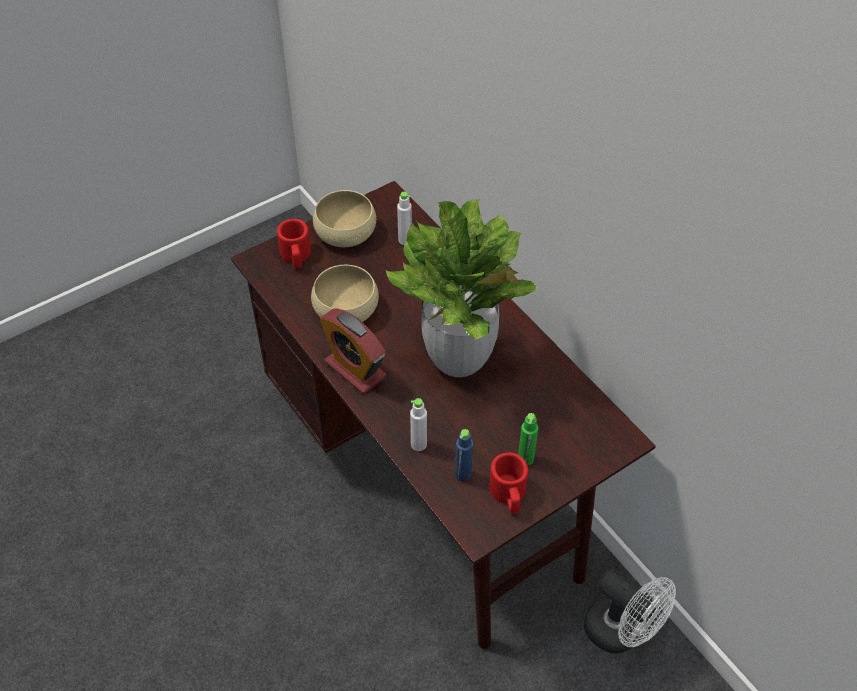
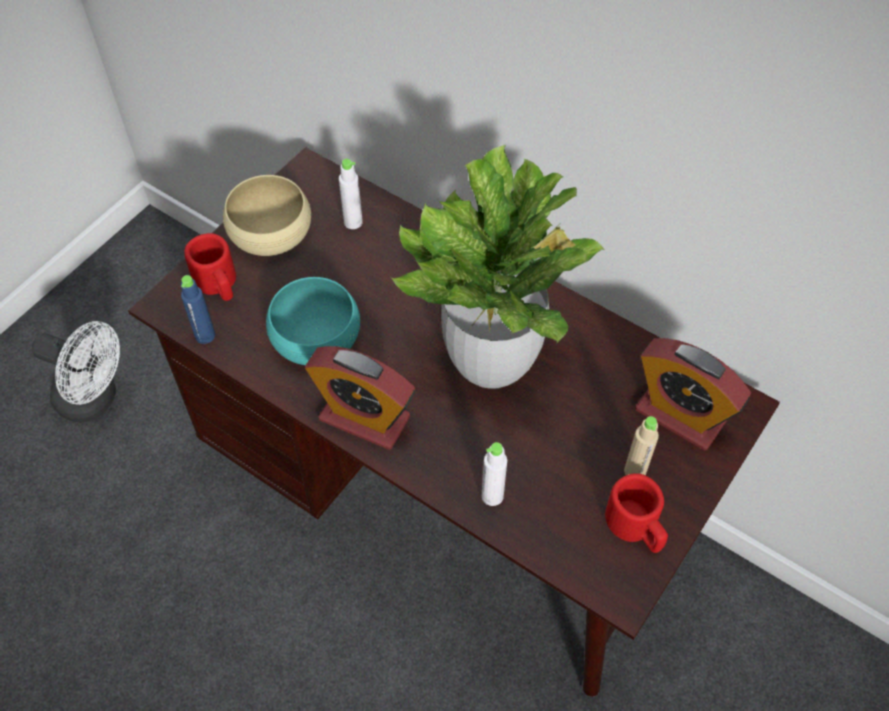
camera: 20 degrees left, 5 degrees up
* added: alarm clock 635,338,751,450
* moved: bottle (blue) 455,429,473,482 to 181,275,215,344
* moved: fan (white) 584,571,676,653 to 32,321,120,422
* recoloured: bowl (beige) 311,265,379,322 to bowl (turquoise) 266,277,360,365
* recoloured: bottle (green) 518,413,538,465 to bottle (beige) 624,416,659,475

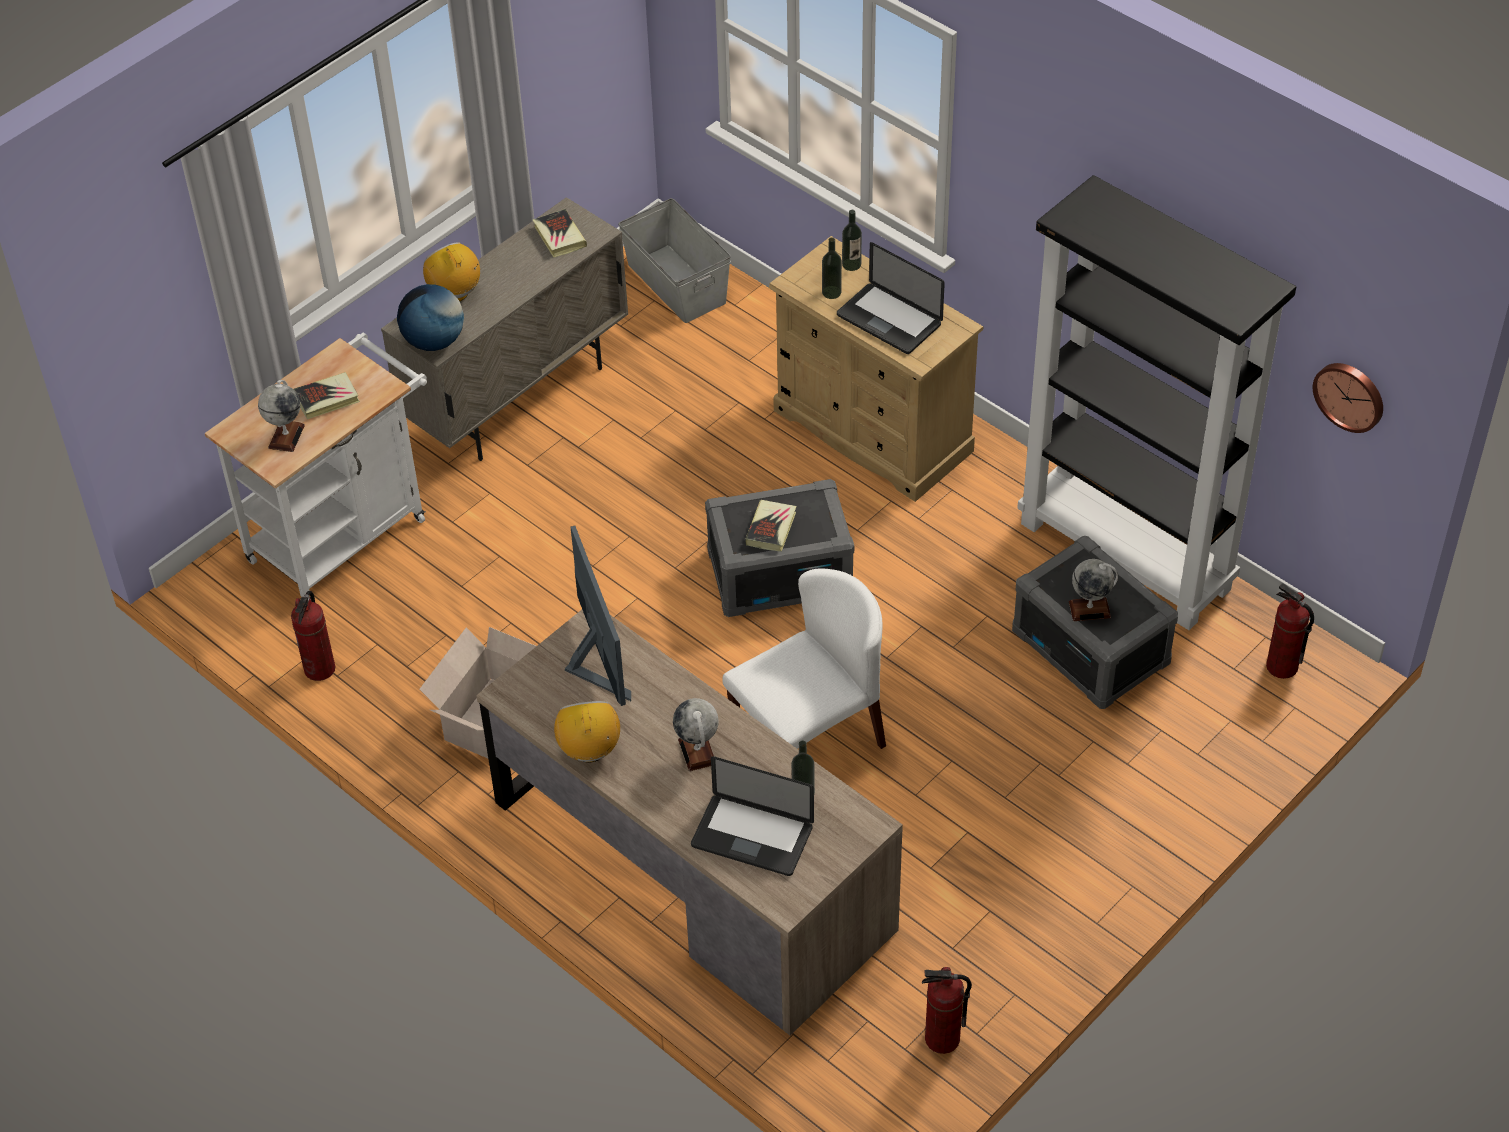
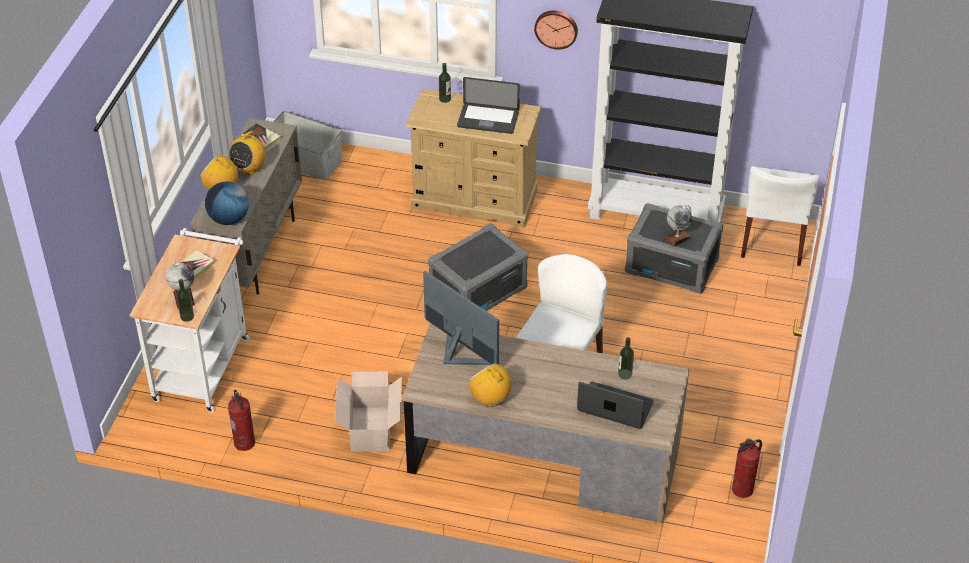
camera: 30 degrees left, 5 degrees down
* removed: globe 673,698,719,771
* removed: book 746,500,796,552
* added: radio 229,131,266,175
* moved: bottle 822,238,842,299 to 177,279,194,322
* moved: wall clock 1313,363,1383,433 to 534,10,578,50
* replaced: fire extinguisher 1266,583,1314,679 to chair (white) 741,166,820,266
* turned: laptop 691,756,814,876 = 577,381,654,429 150 degrees counterclockwise

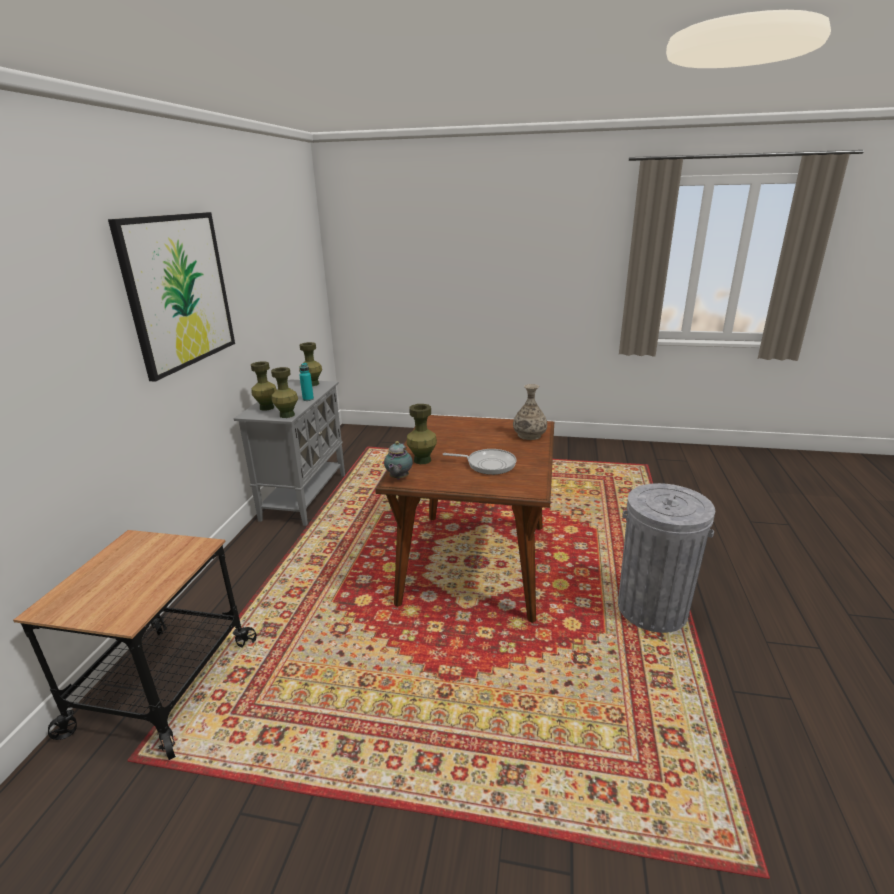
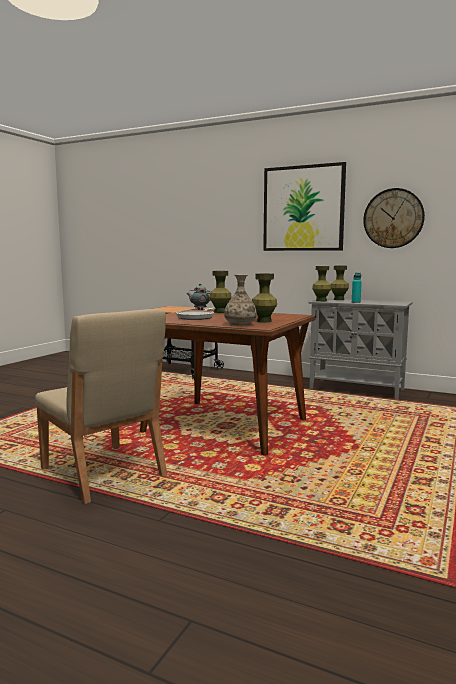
camera: 105 degrees right, 15 degrees down
* added: wall clock 363,188,425,248
* moved: vase (green) 299,342,322,386 to 252,273,277,323
* replaced: trash can (grey) 618,483,715,633 to chair (beige) 35,309,167,504

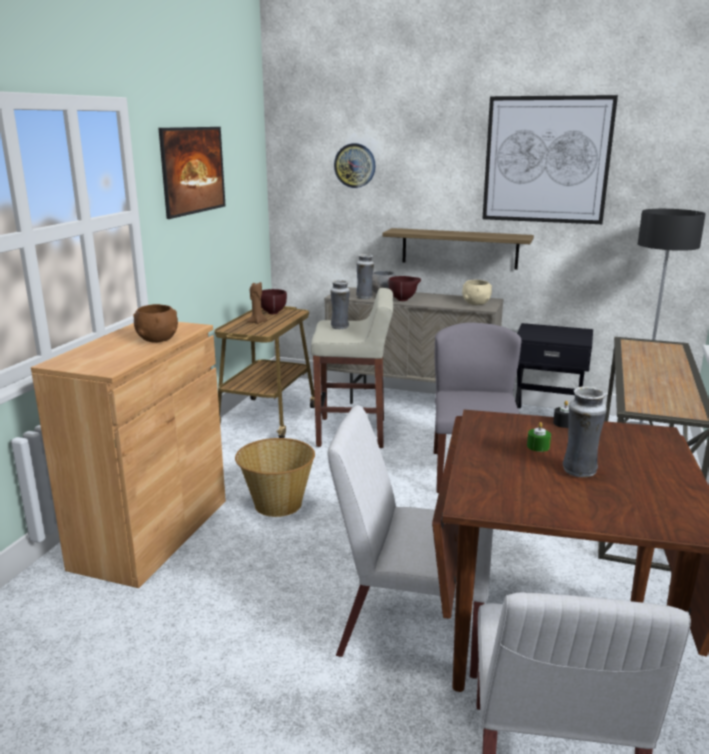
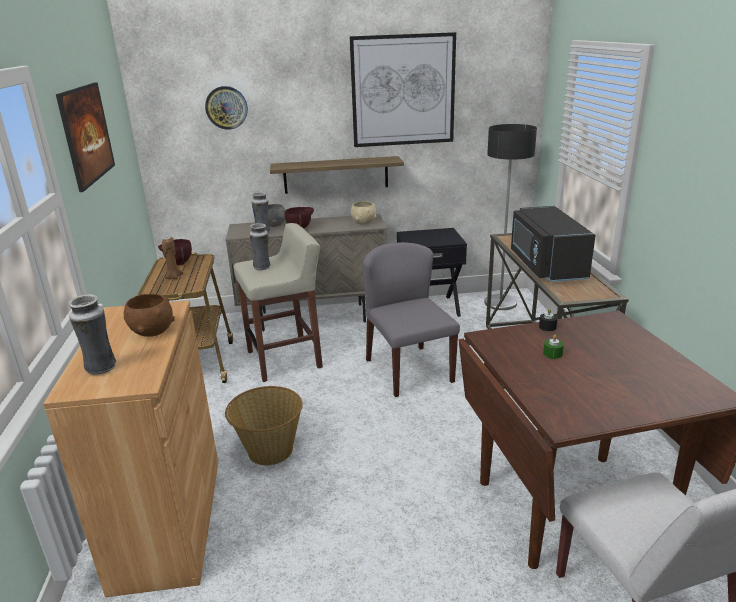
camera: 25 degrees left, 5 degrees up
* removed: chair (white) 328,405,493,679
* added: microwave (black) 511,206,596,282
* moved: vase 563,386,607,477 to 69,294,116,375

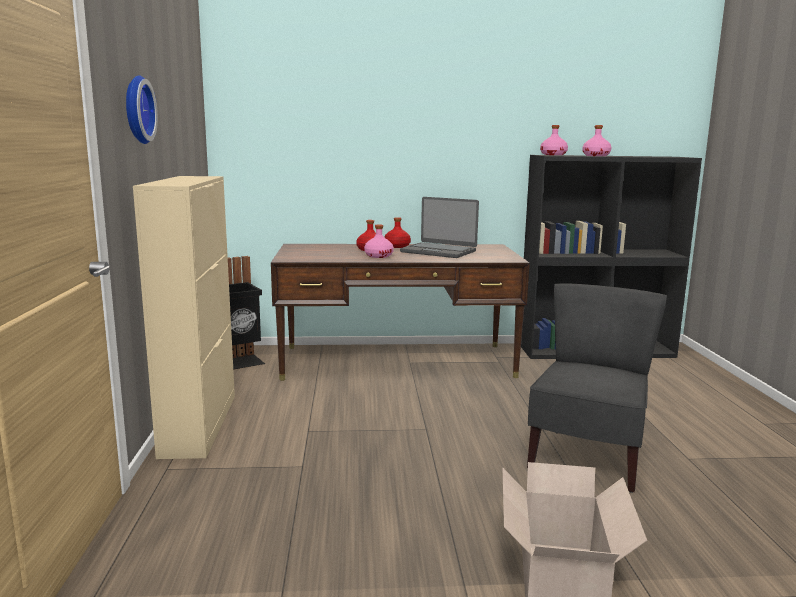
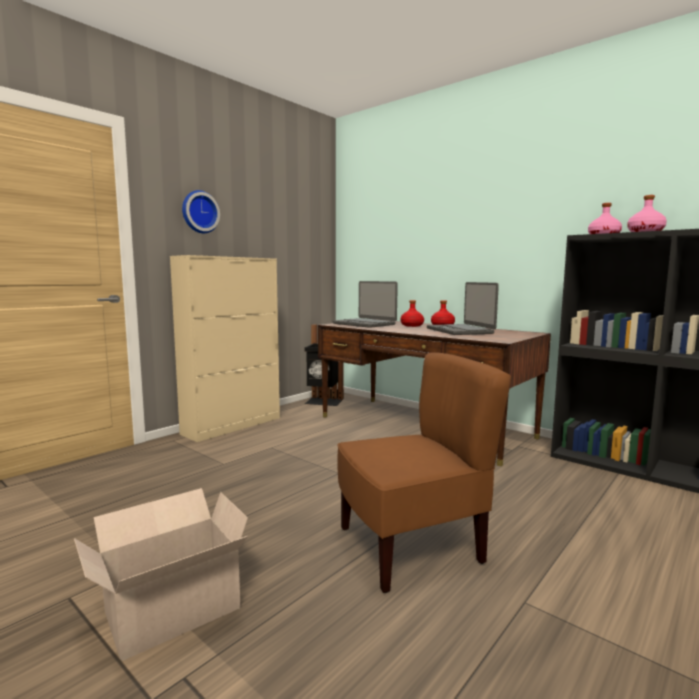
camera: 45 degrees right, 5 degrees down
* removed: bottle (pink) 364,224,394,258
* added: laptop 333,281,398,328
* recoloured: chair (grey) 527,284,667,493 to chair (brown) 337,352,511,593

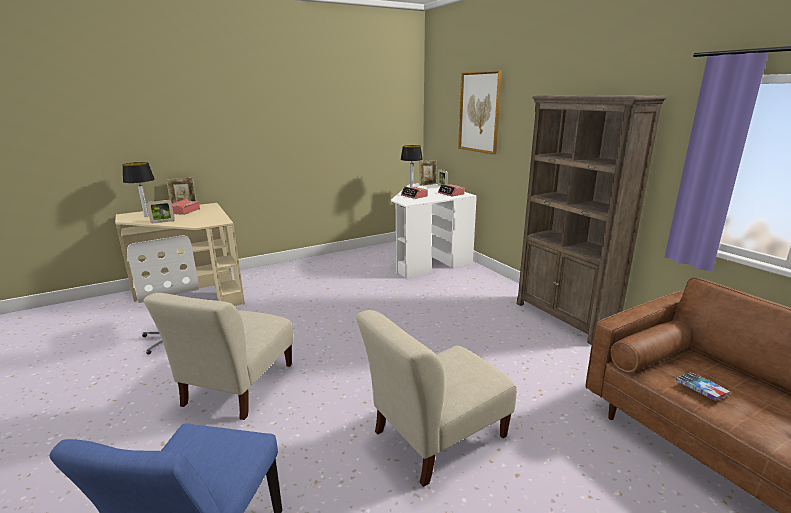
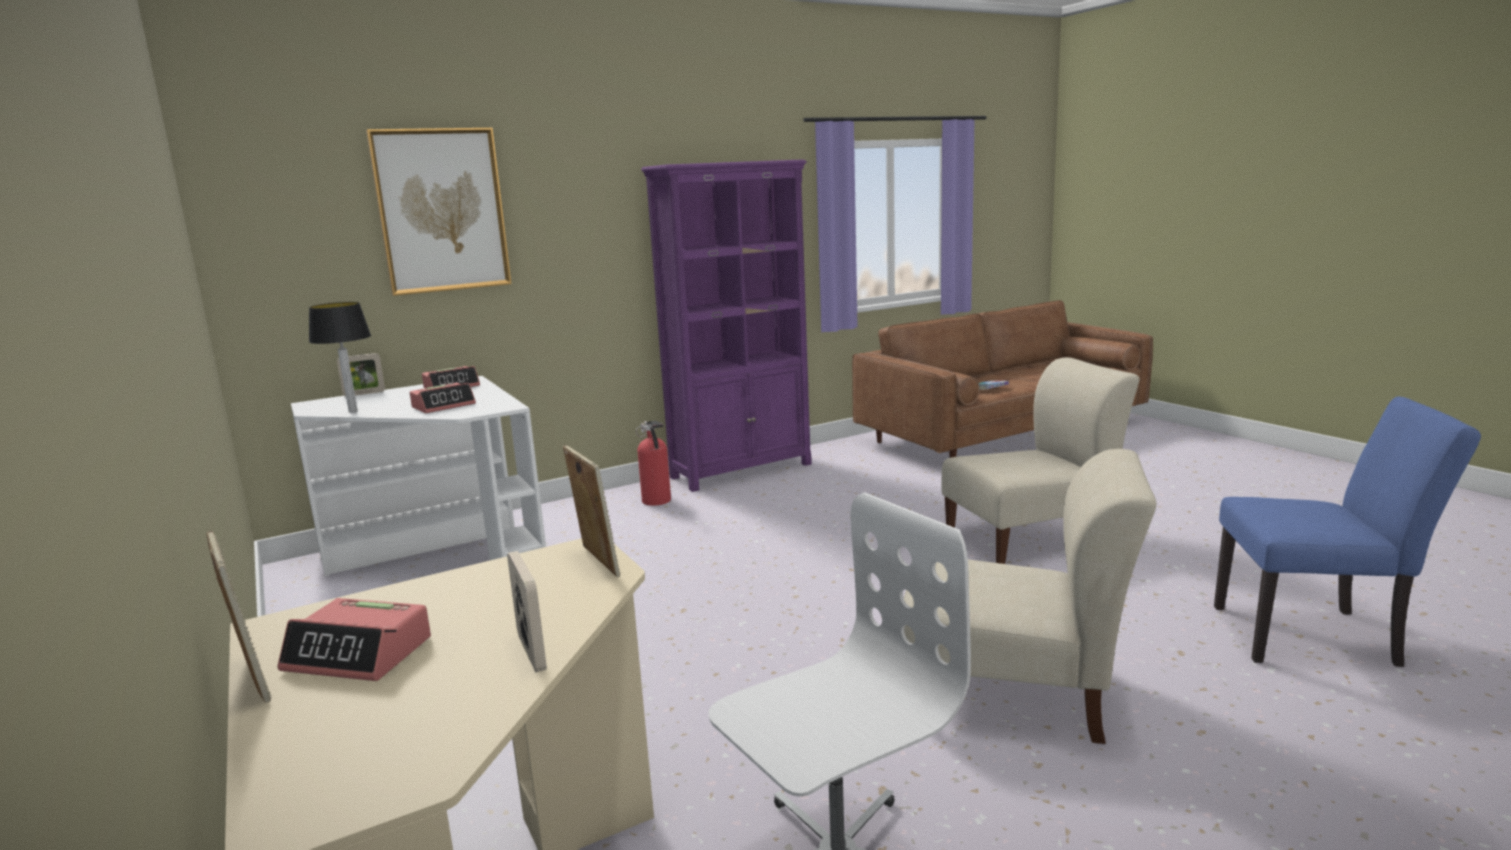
camera: 90 degrees left, 5 degrees down
* removed: table lamp 123,162,155,217
* added: fire extinguisher 636,421,671,506
* moved: picture frame 419,160,437,186 to 563,445,621,577
* recoloured: bookcase (brown) 517,95,667,345 to bookcase (purple) 641,159,812,492
* turned: chair (beige) 356,310,517,487 = 942,357,1140,564 75 degrees counterclockwise

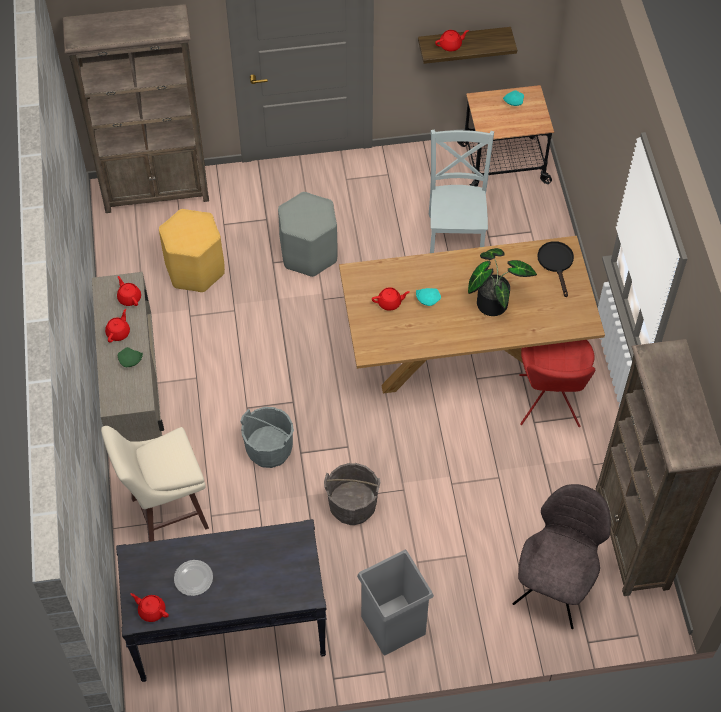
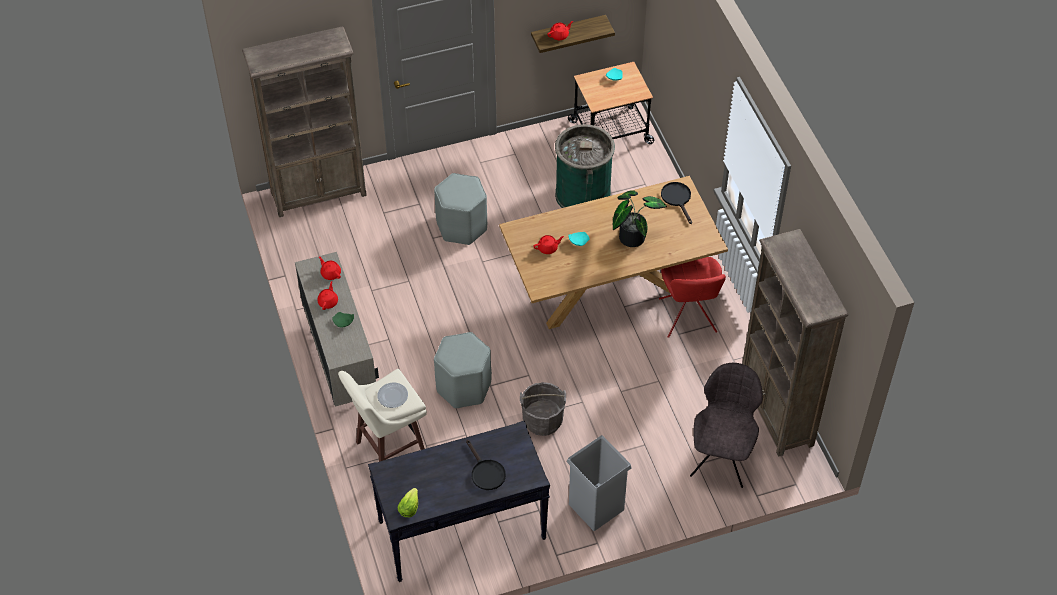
camera: 10 degrees left, 5 degrees down
* removed: stool (yellow) 159,209,225,292
* added: frying pan (black) 466,439,506,490
* moved: plate 174,560,213,596 to 377,382,408,408
* replaced: teapot (red) 131,593,169,622 to lettuce 398,488,418,517
* replaced: bucket (grey) 240,407,294,468 to stool (grey) 434,332,492,408
* replaced: chair (grey) 429,130,494,253 to trash can (green) 555,124,615,208

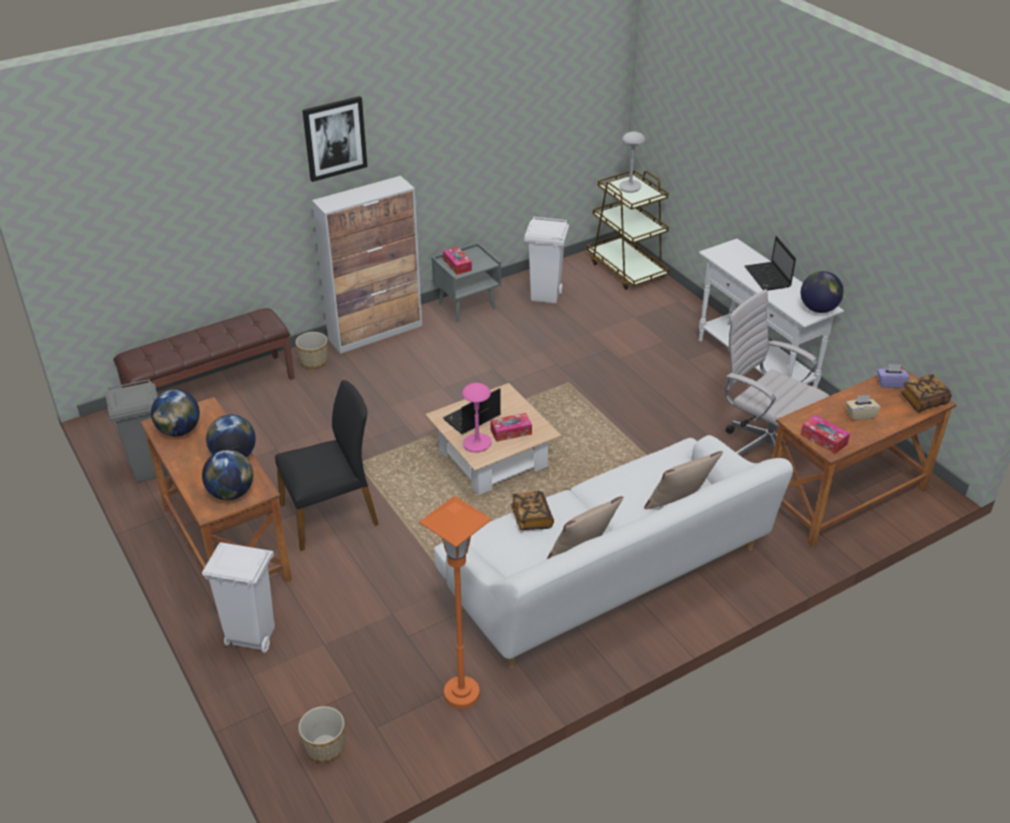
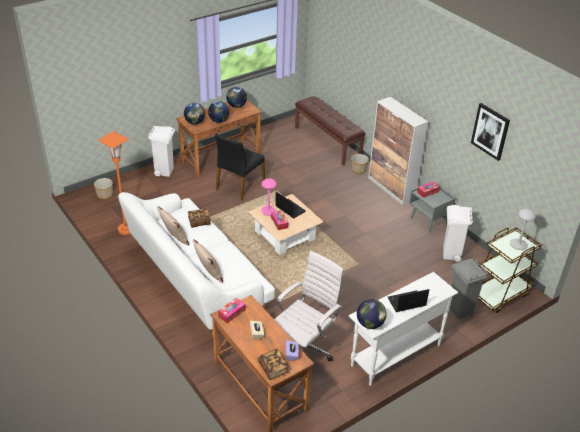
camera: 85 degrees right, 0 degrees up
* moved: trash can (grey) 105,379,168,483 to 450,258,488,319
* moved: picture 302,96,367,182 to 471,103,510,161
* turned: chair (black) 275,380,379,551 = 215,133,265,201 60 degrees clockwise

